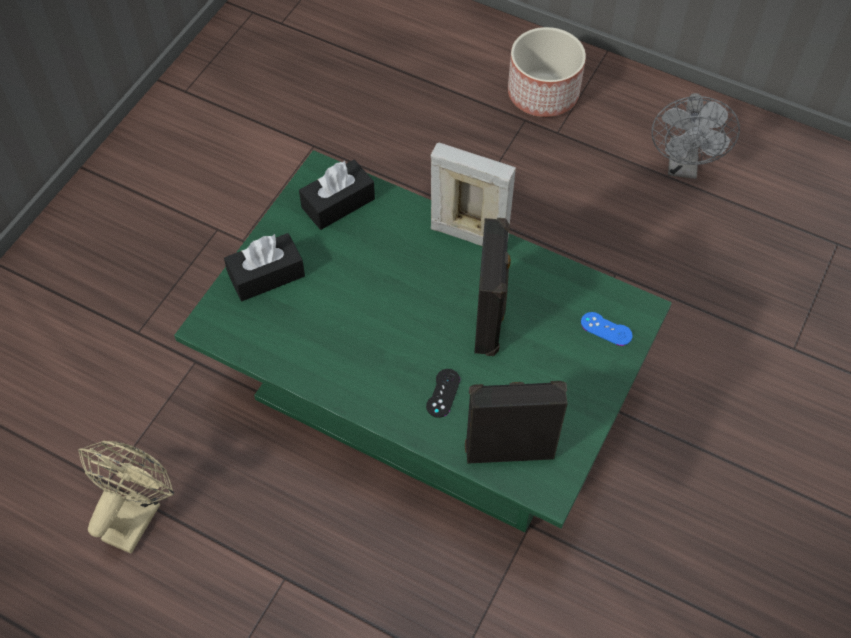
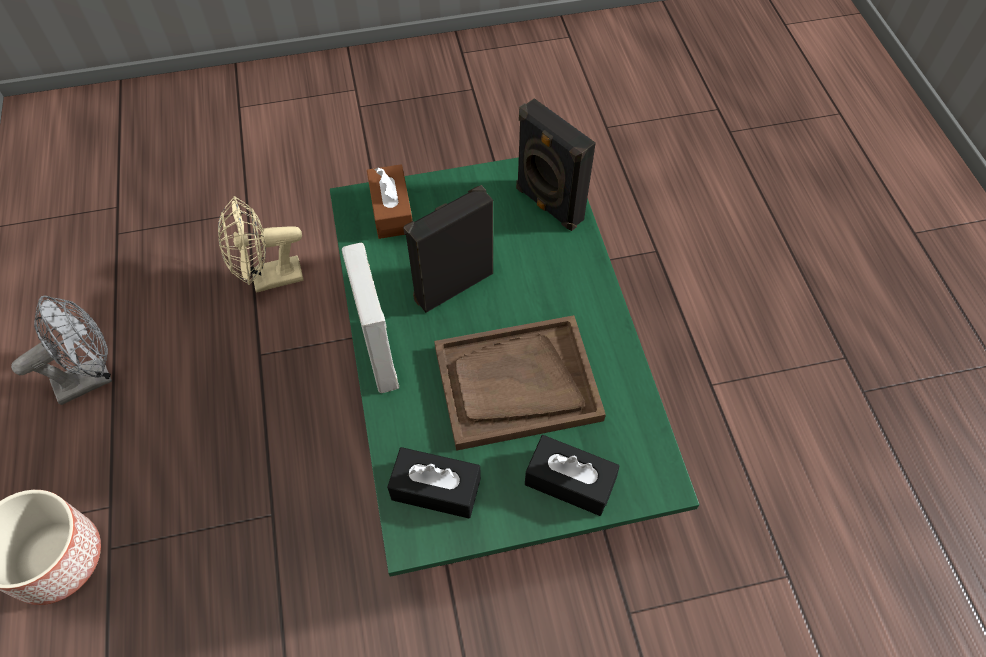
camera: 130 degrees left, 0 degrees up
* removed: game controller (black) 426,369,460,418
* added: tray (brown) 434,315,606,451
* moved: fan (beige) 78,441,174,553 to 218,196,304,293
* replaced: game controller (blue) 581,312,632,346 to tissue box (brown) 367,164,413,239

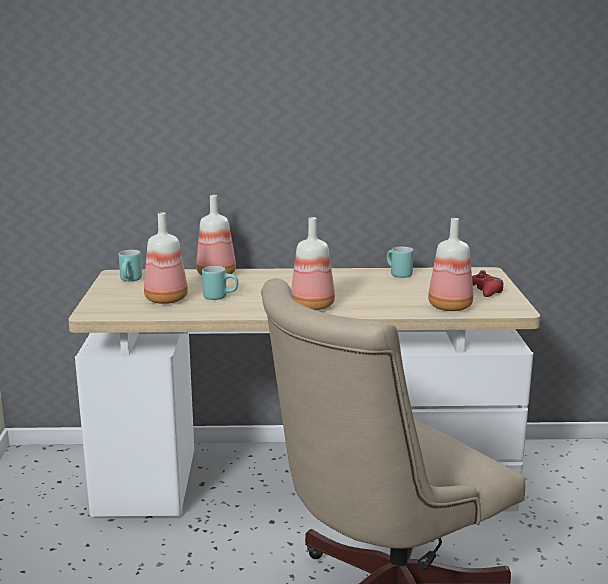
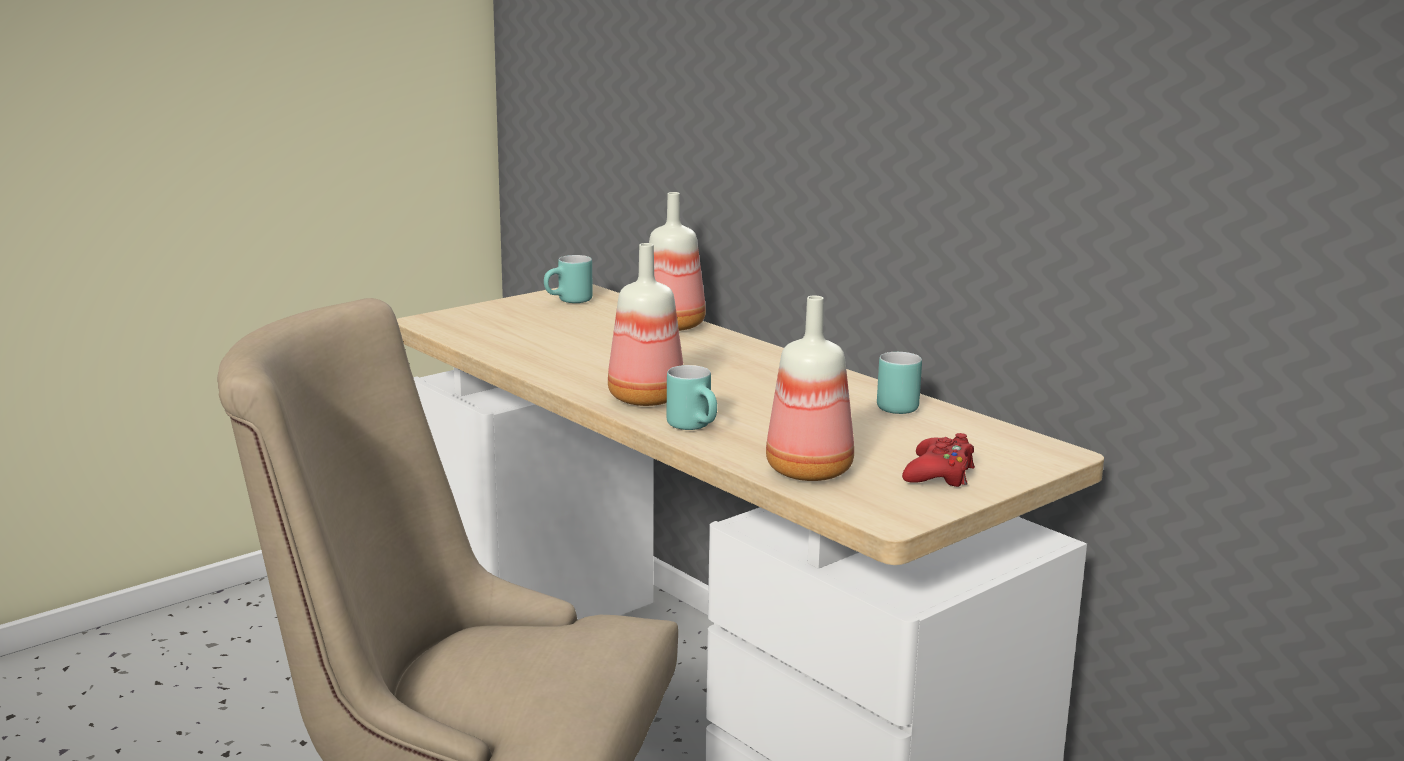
camera: 50 degrees right, 0 degrees up
* removed: bottle 144,212,188,304
* moved: mug (turquoise) 202,266,238,300 to 667,365,717,430

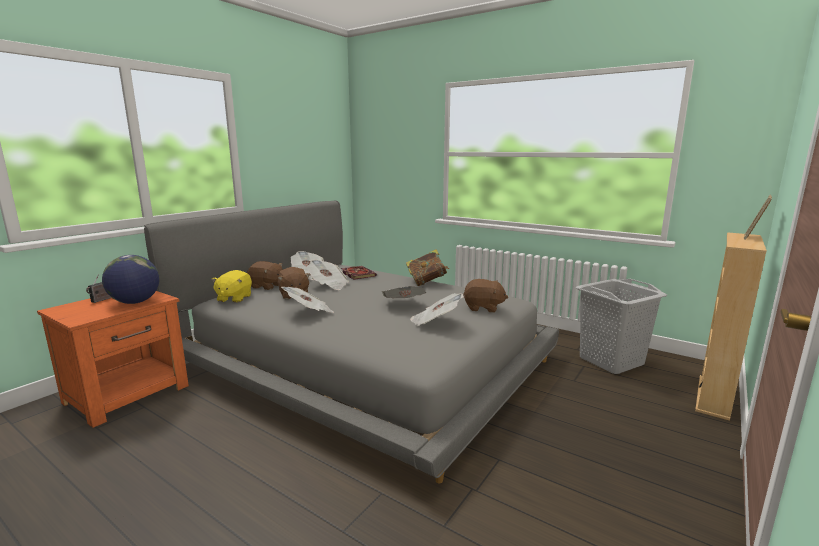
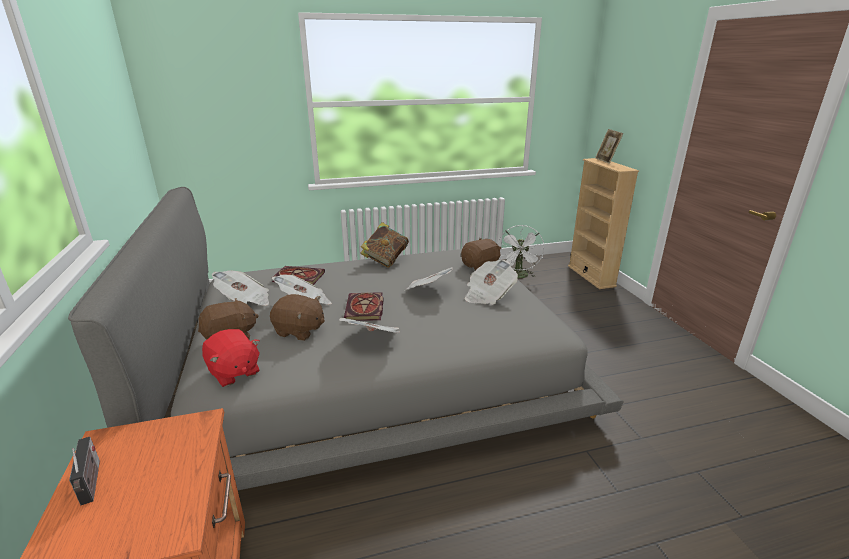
camera: 50 degrees left, 10 degrees up
* removed: globe 102,255,159,304
* added: book 344,292,384,321
* replaced: laundry basket (grey) 576,279,667,374 to fan (white) 498,225,544,278
* recoloured: plush toy (yellow) 211,270,252,303 to plush toy (red) 202,329,260,387

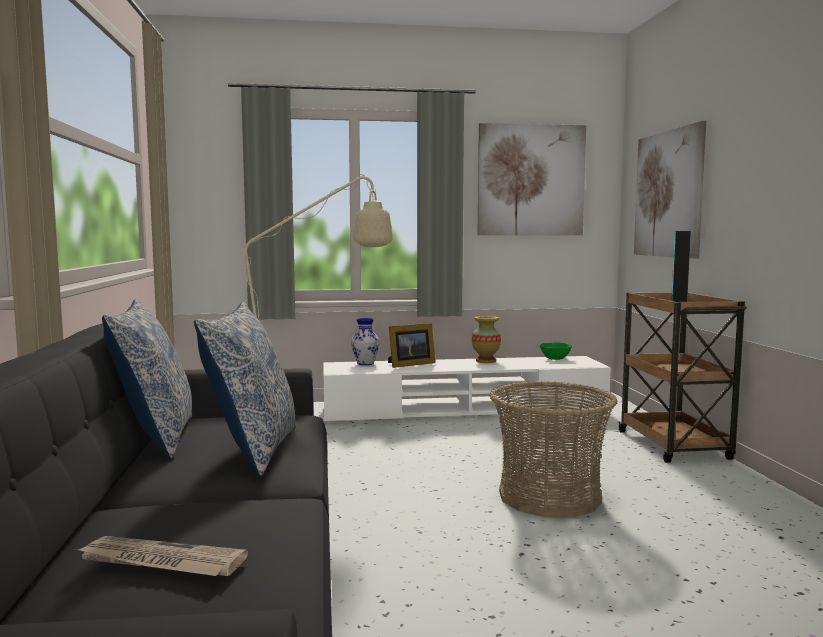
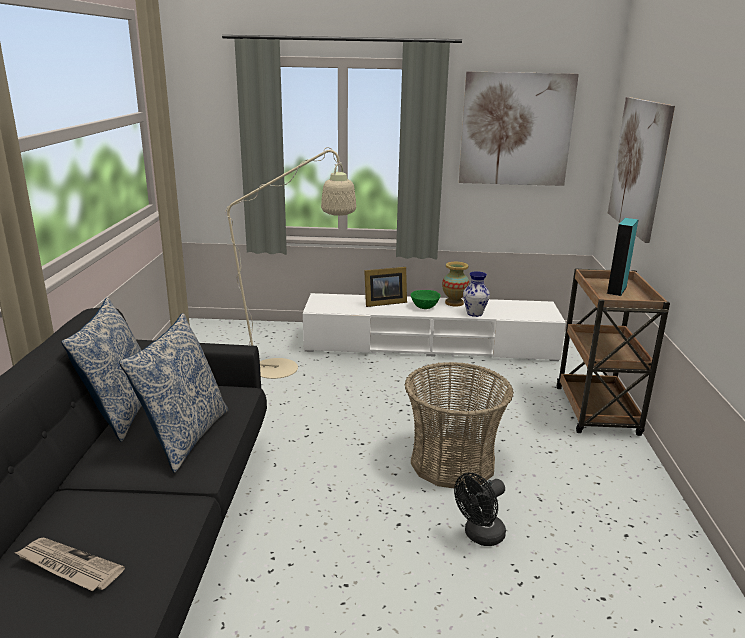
camera: 10 degrees right, 15 degrees up
* added: fan (black) 454,473,506,546
* moved: vase 351,318,380,365 to 463,271,490,317
* moved: bowl (green) 540,342,572,360 to 411,290,440,309

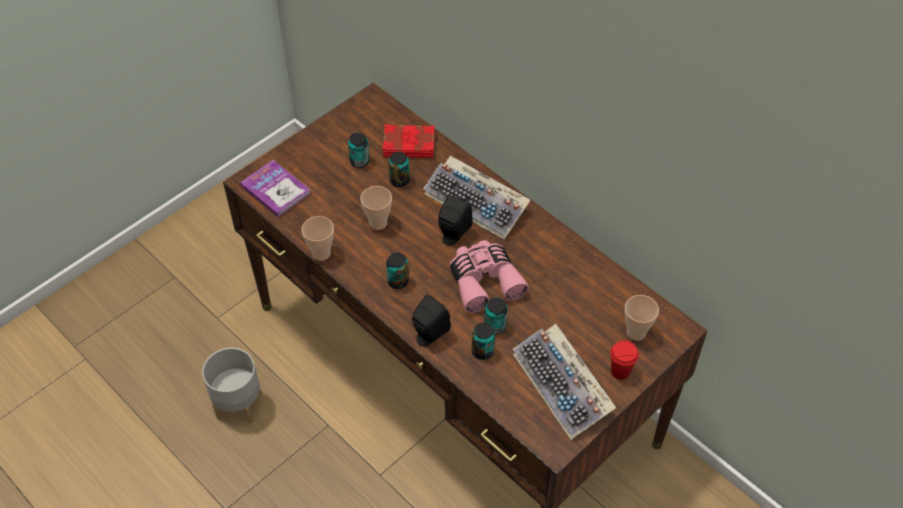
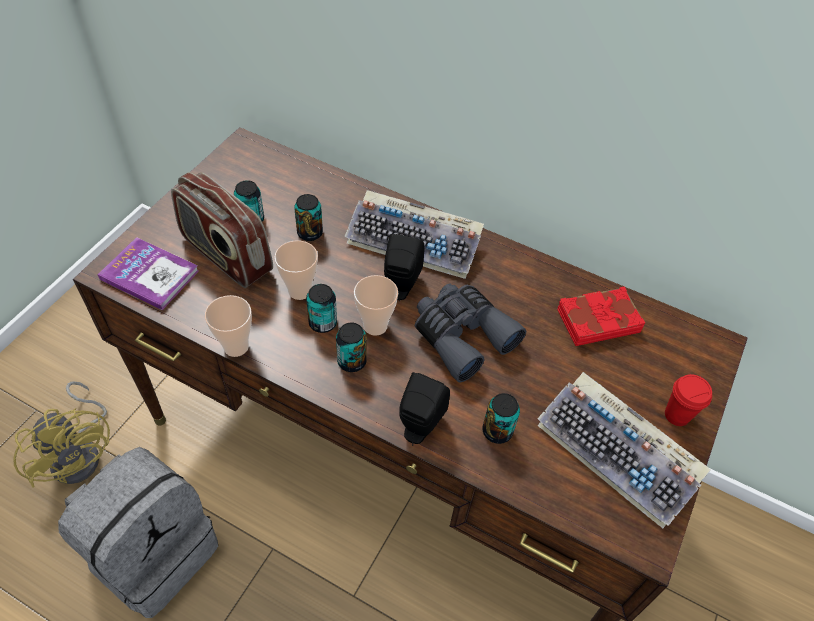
camera: 20 degrees left, 0 degrees up
* added: fan (yellow) 13,381,110,488
* added: radio 171,172,273,288
* moved: book (red) 383,124,435,158 to 557,286,646,346
* moved: can 484,298,508,335 to 306,284,337,333
* moved: cup 624,295,659,341 to 354,275,398,336
* replaced: planter (grey) 202,347,262,424 to backpack (grey) 58,447,218,618
* recoloured: binoculars (pink) 449,240,529,313 to binoculars (grey) 415,284,526,383

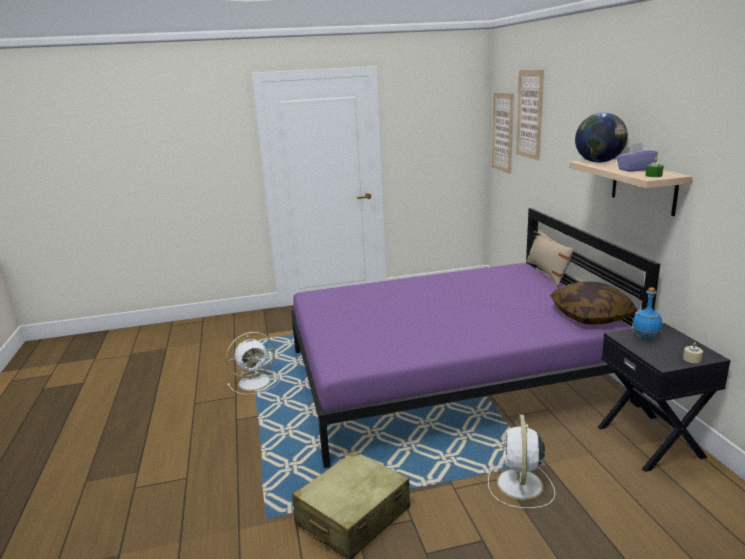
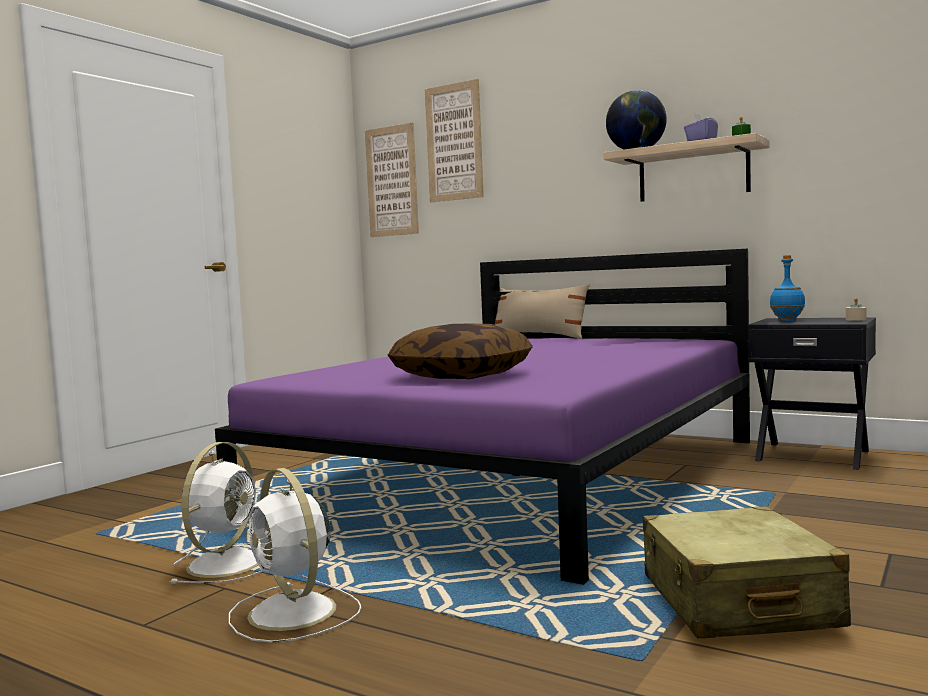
camera: 45 degrees left, 15 degrees down
* moved: fan (white) 488,414,555,508 to 229,468,361,643
* moved: pillow 550,282,637,325 to 388,324,533,379

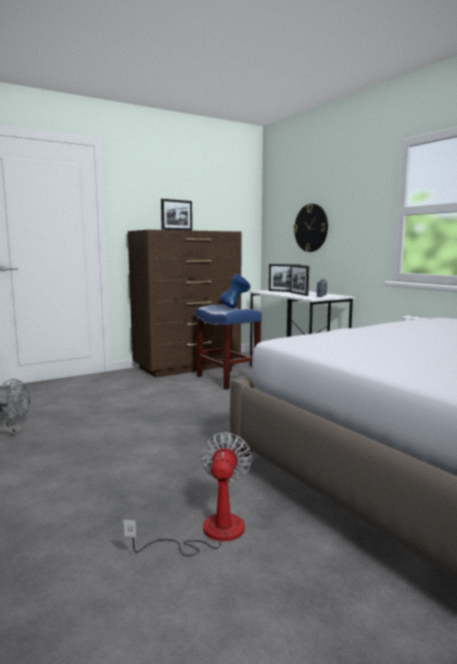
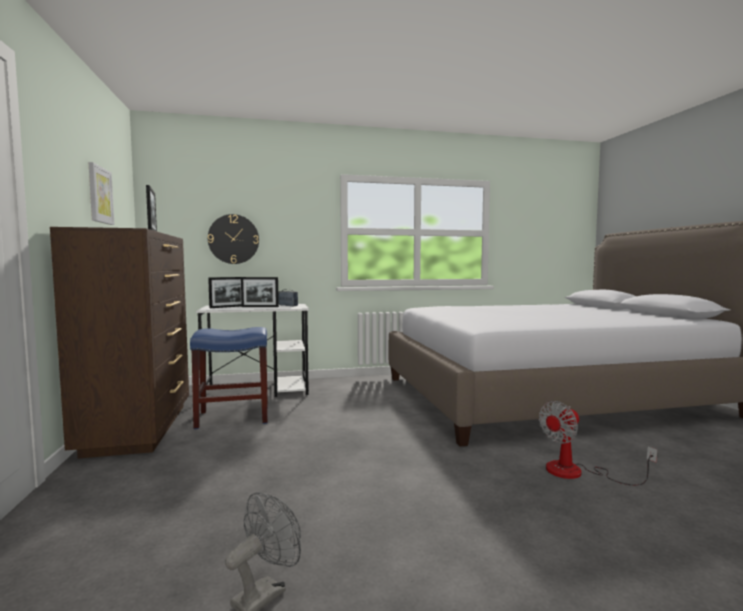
camera: 70 degrees left, 5 degrees down
* removed: vase (blue) 220,274,251,308
* added: picture 88,162,114,225
* turned: fan 123,432,252,556 = 539,401,658,486 60 degrees counterclockwise

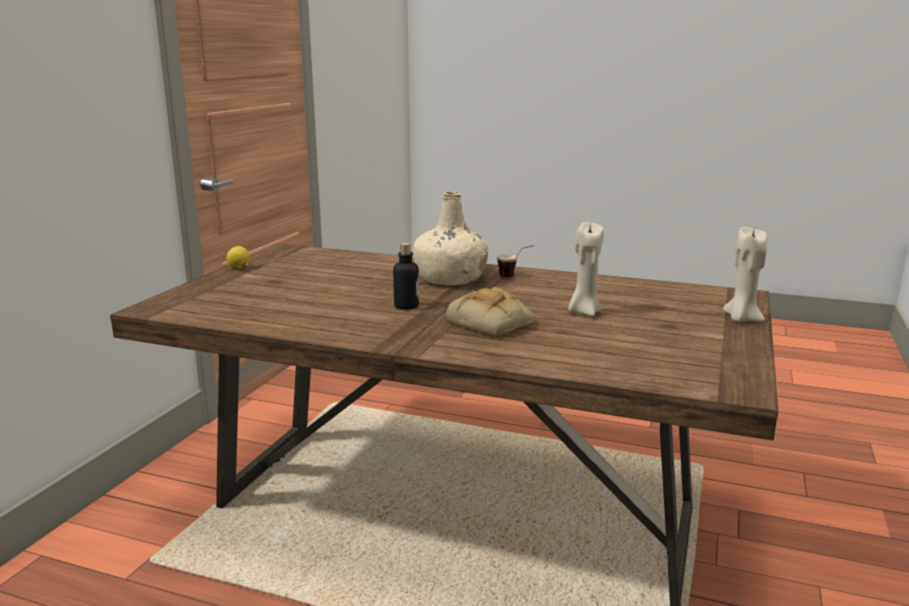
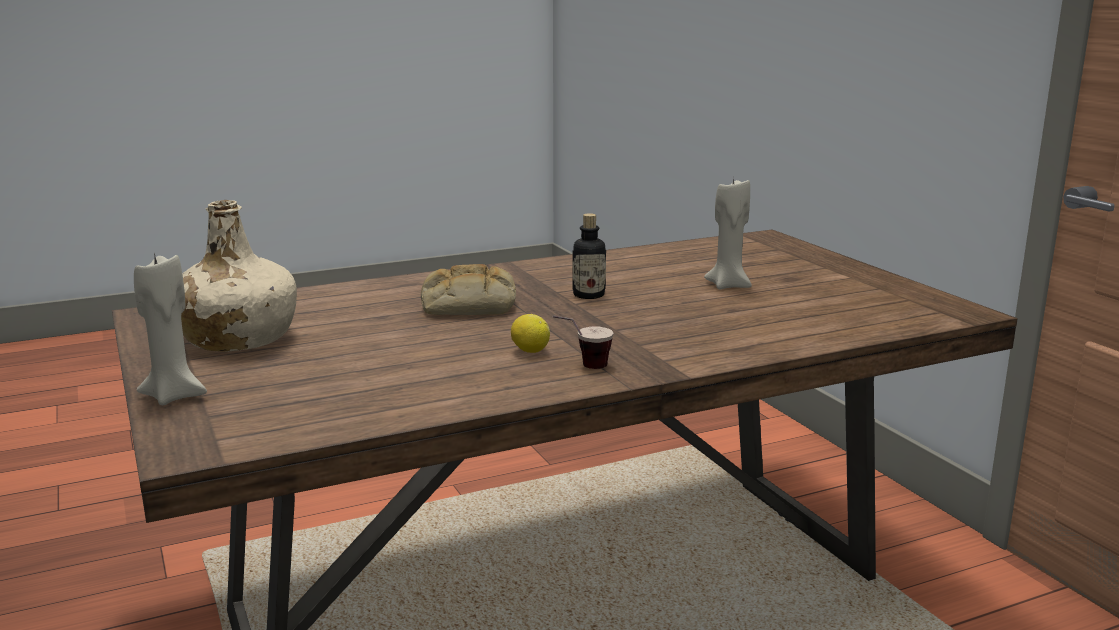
camera: 135 degrees right, 0 degrees up
* moved: lemon 227,246,250,268 to 511,314,550,353
* moved: bottle (beige) 413,192,488,285 to 181,200,297,352
* moved: candle (beige) 568,222,604,316 to 704,178,752,290

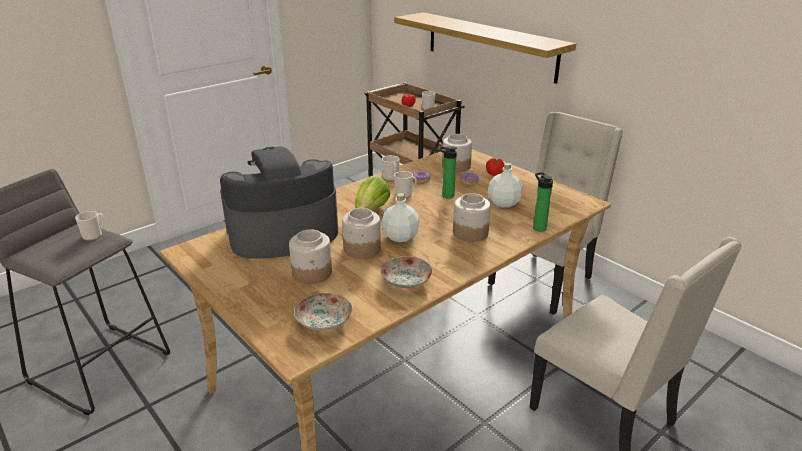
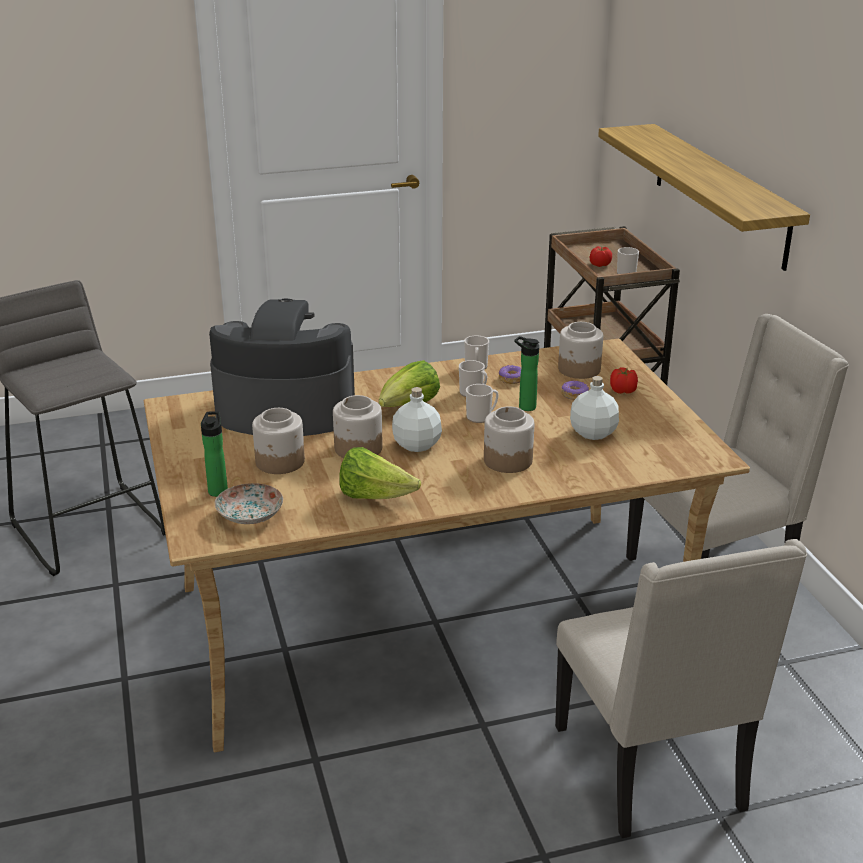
camera: 25 degrees right, 0 degrees up
* moved: mug 75,211,104,241 to 466,384,499,423
* moved: bottle 533,172,553,232 to 201,411,228,497
* replaced: plate 381,256,432,289 to lettuce 339,447,421,499

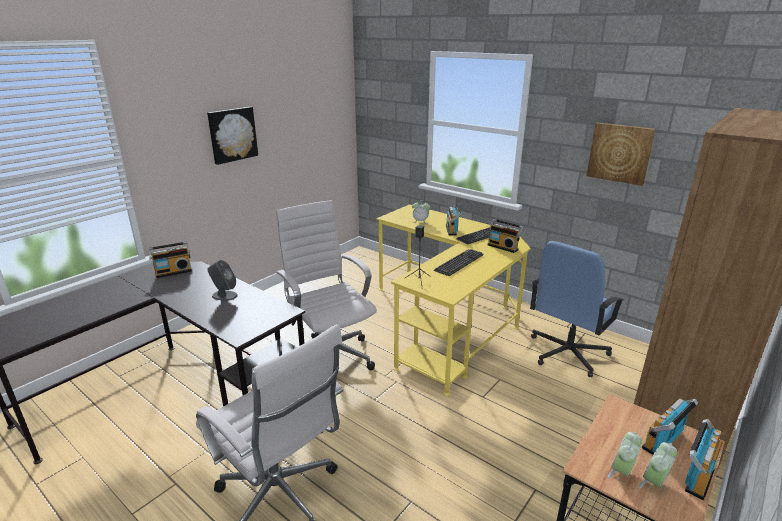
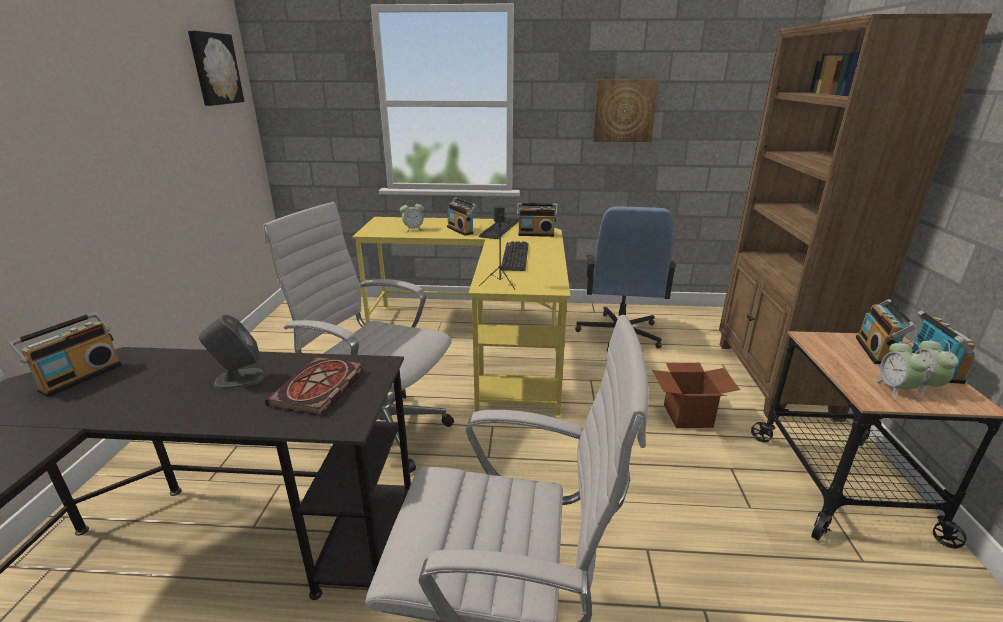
camera: 35 degrees left, 0 degrees up
* added: book 265,357,365,416
* added: cardboard box 652,363,740,428
* moved: picture 207,107,258,165 to 188,31,245,106

